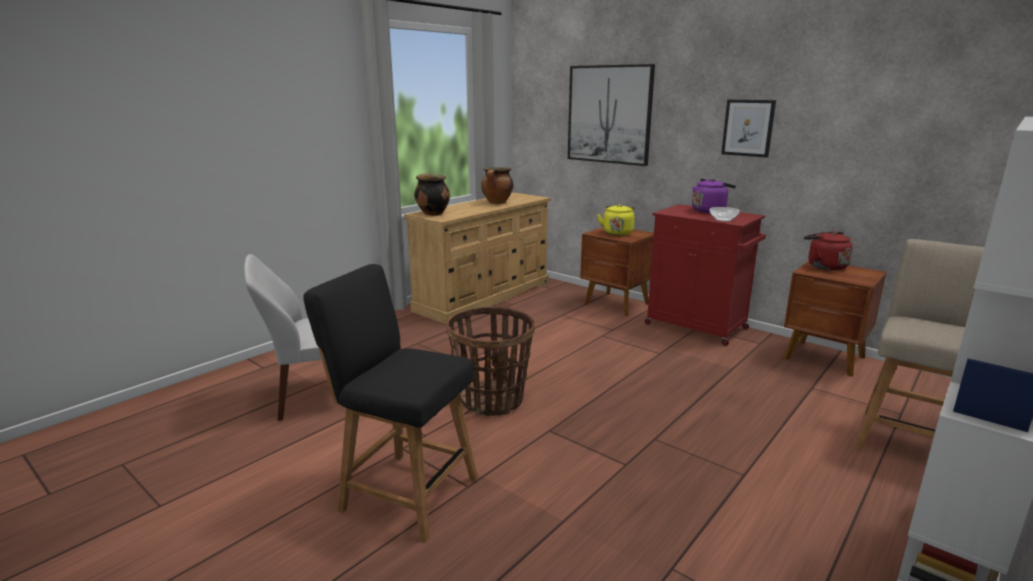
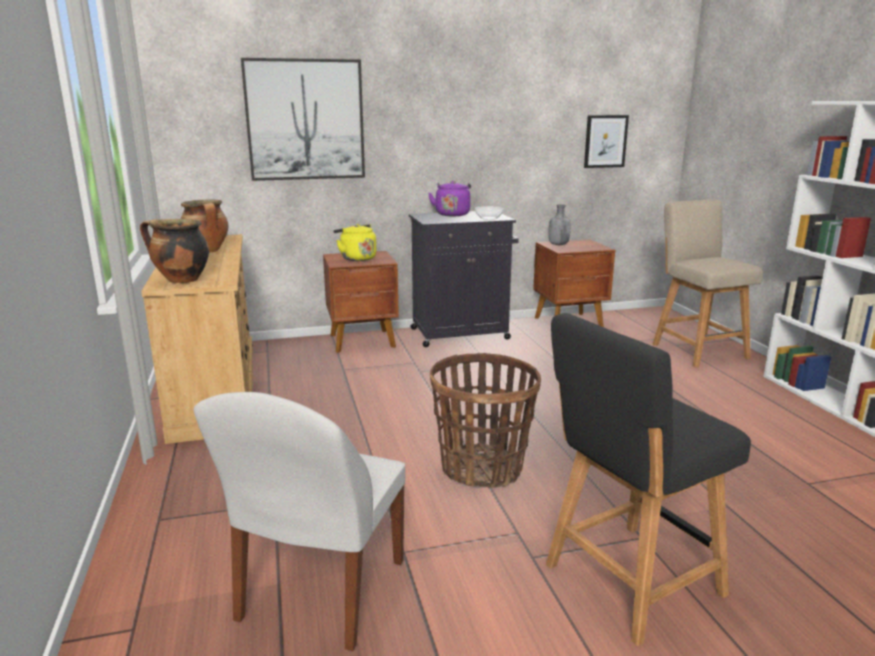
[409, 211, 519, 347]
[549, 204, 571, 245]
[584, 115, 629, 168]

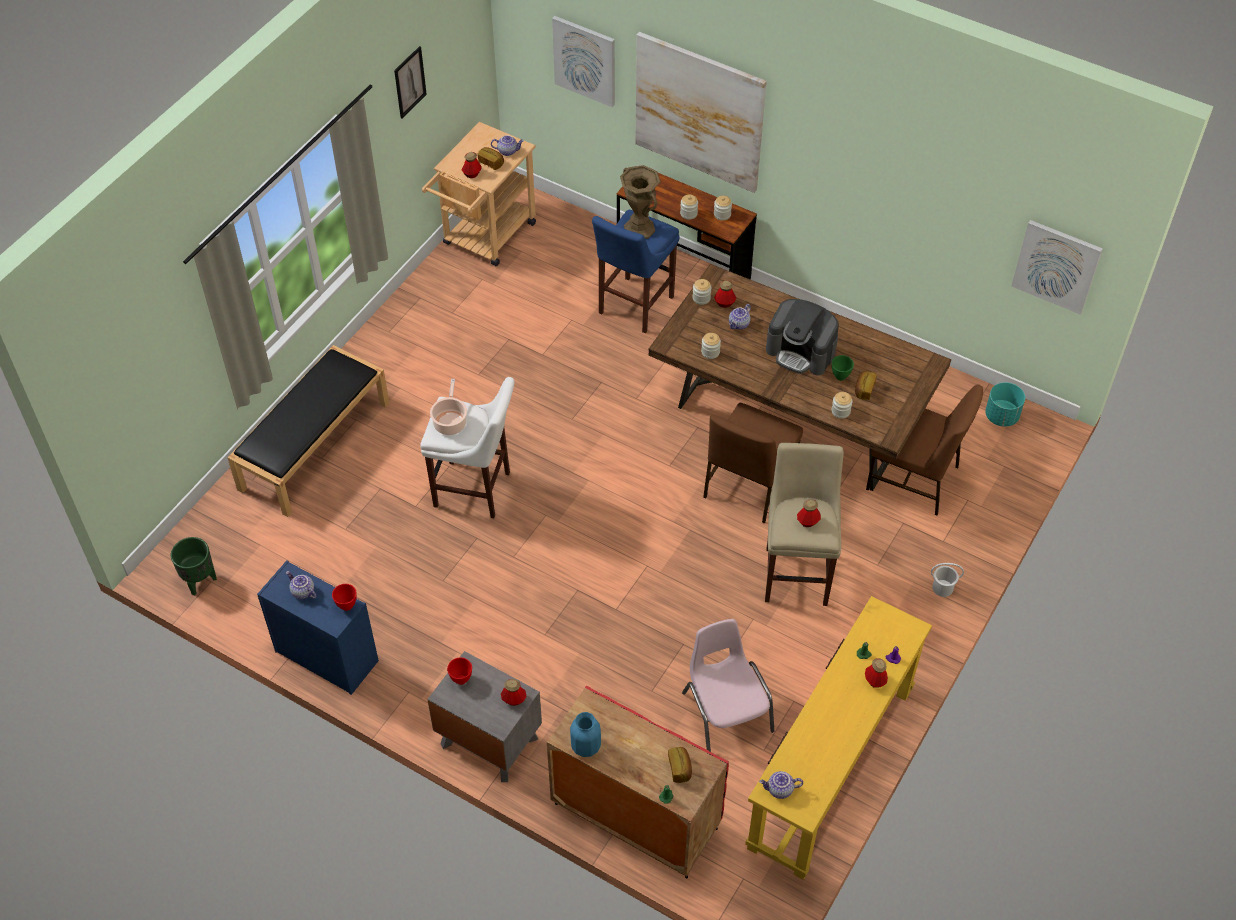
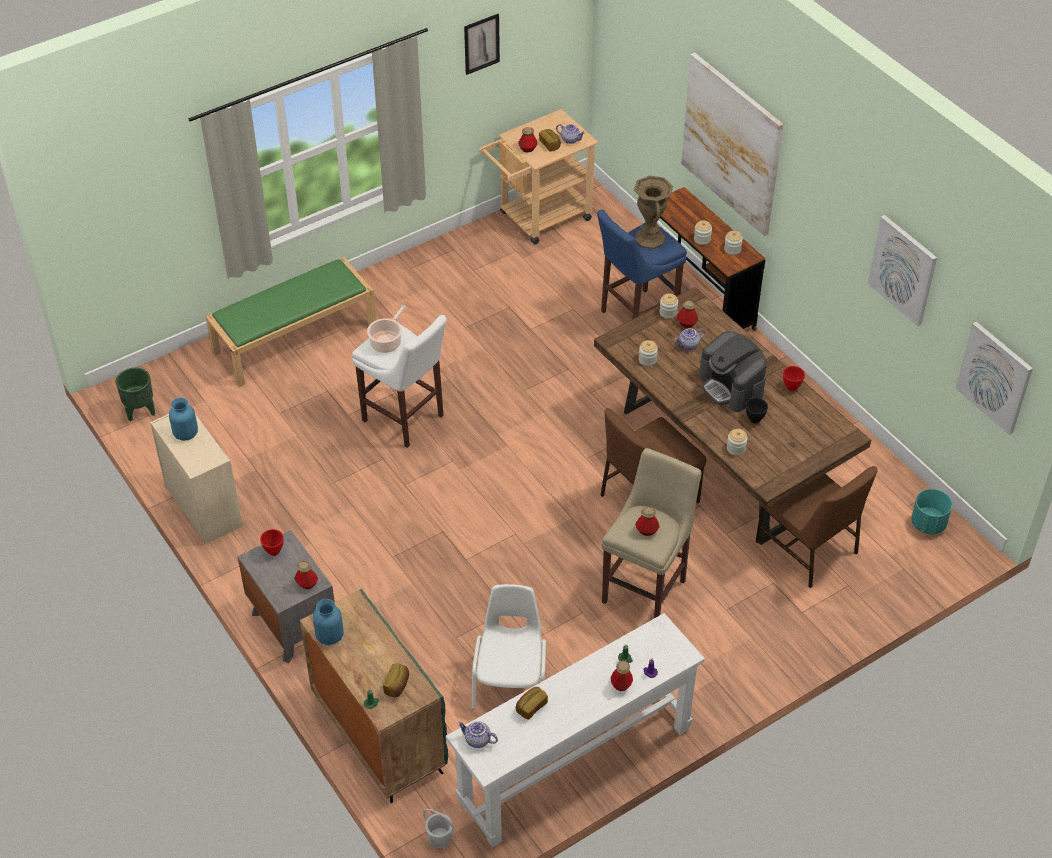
[150, 414, 243, 544]
[169, 398, 198, 441]
[206, 257, 376, 387]
[300, 589, 448, 803]
[423, 809, 454, 848]
[446, 613, 705, 847]
[472, 584, 546, 710]
[516, 687, 548, 720]
[746, 398, 768, 424]
[783, 366, 805, 391]
[868, 215, 937, 326]

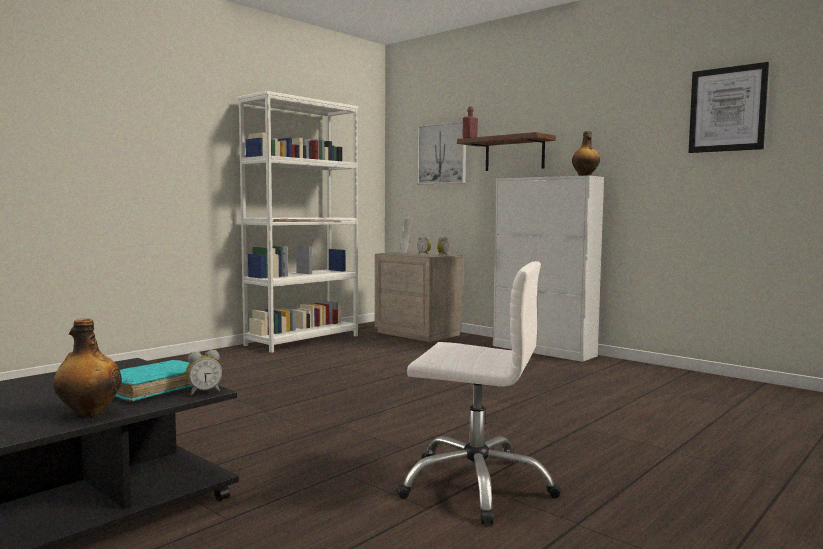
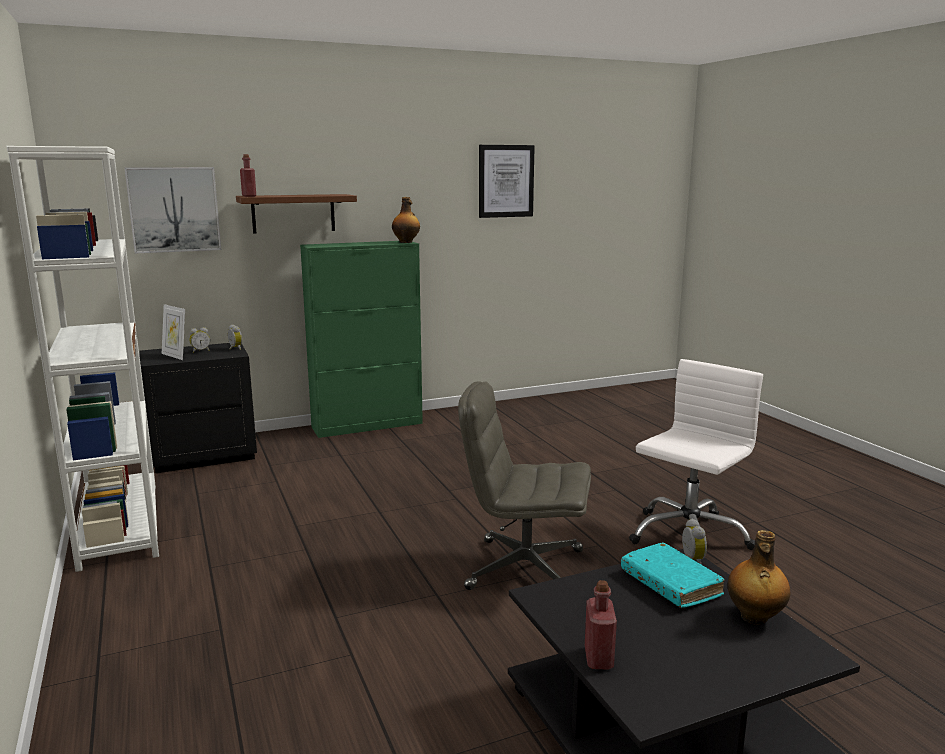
[140, 343, 257, 473]
[300, 241, 423, 438]
[458, 381, 591, 590]
[585, 580, 617, 670]

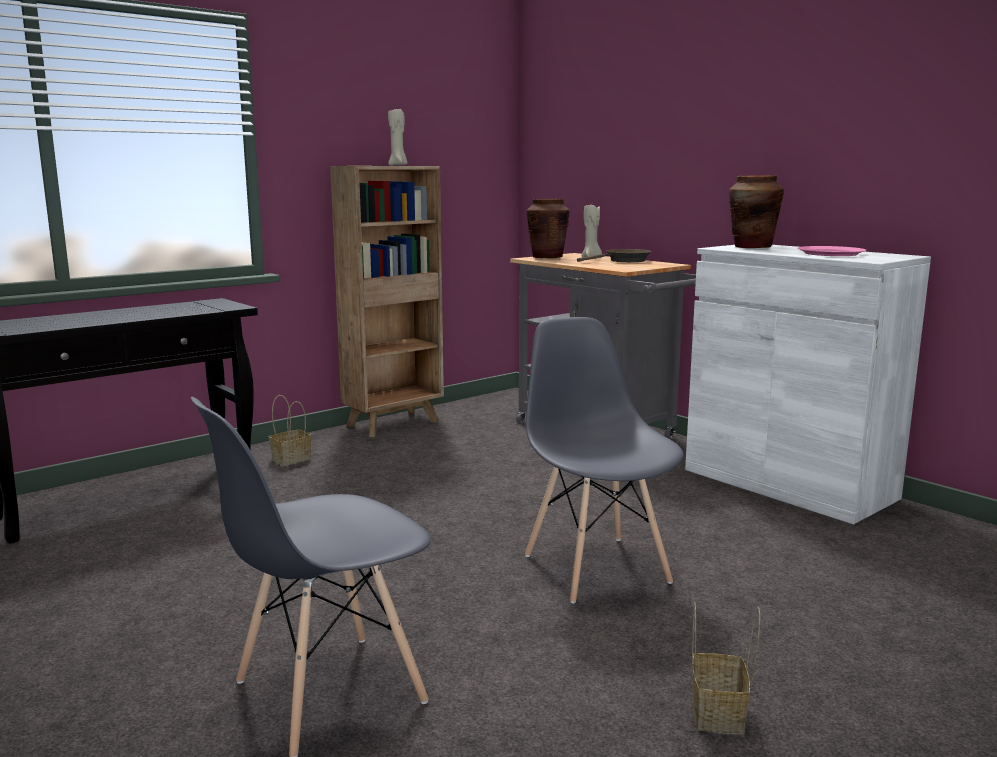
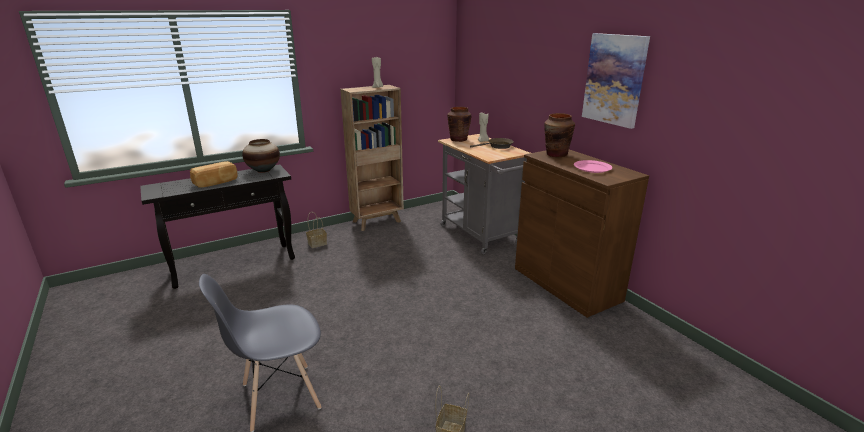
[190, 161, 238, 187]
[242, 139, 280, 173]
[515, 150, 649, 318]
[582, 33, 650, 129]
[525, 317, 684, 603] (first image)

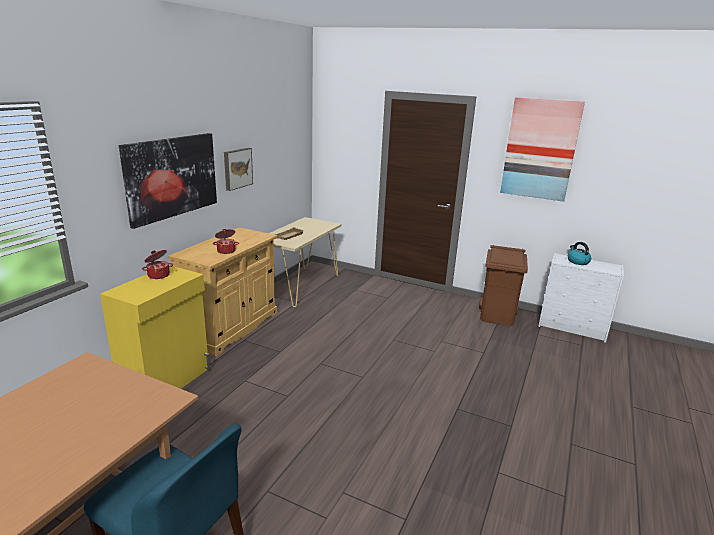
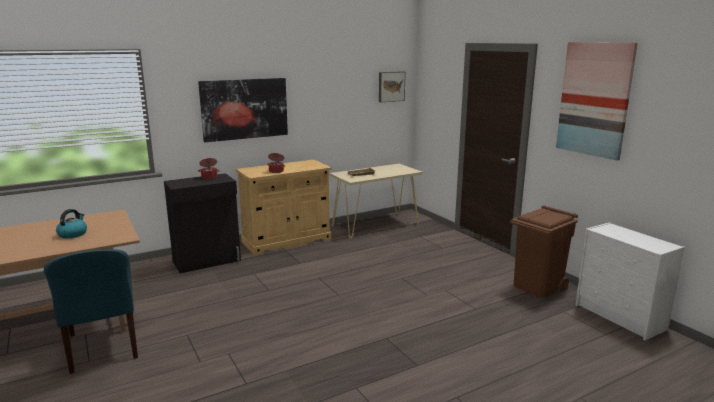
[56, 209, 87, 238]
[164, 173, 241, 273]
[379, 71, 406, 102]

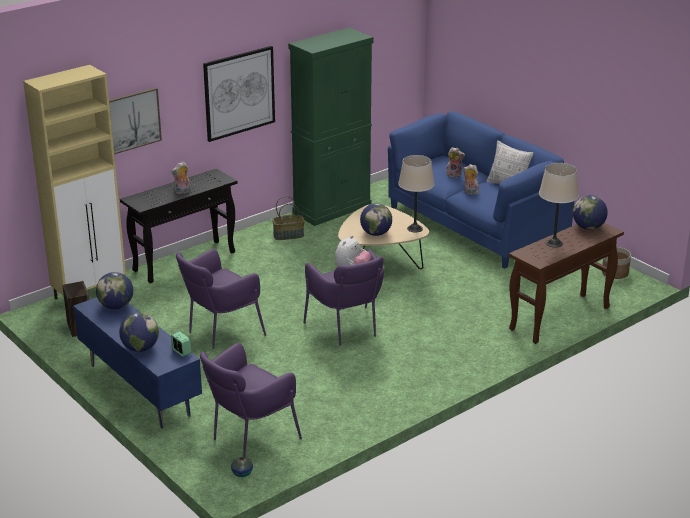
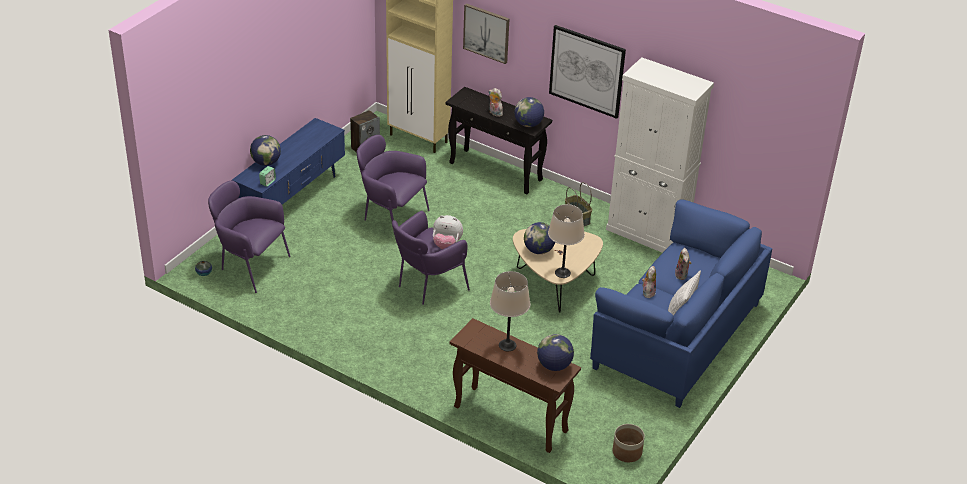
[514, 97, 544, 127]
[606, 57, 714, 253]

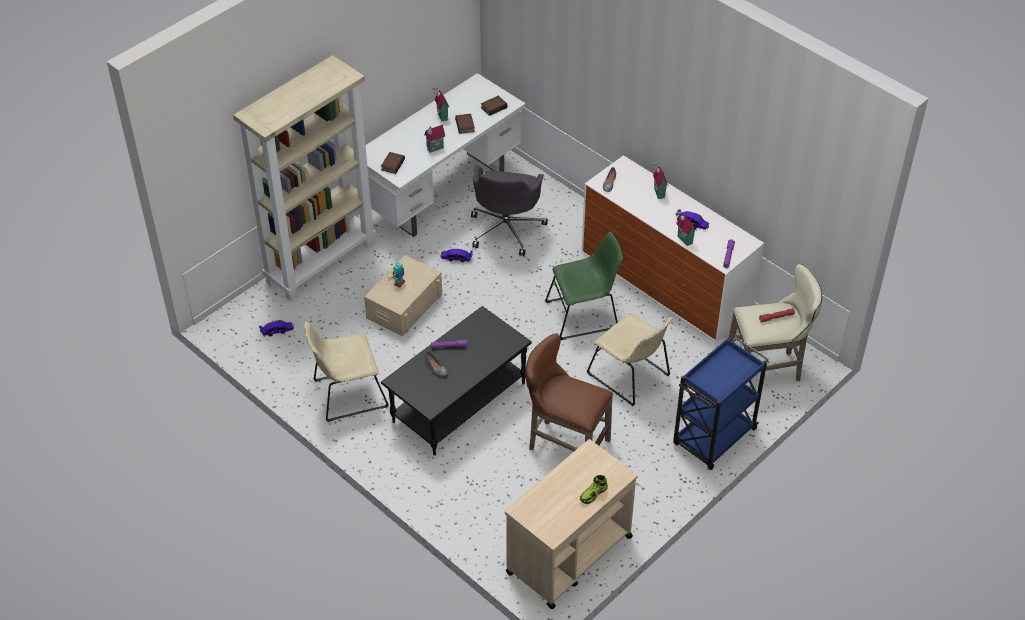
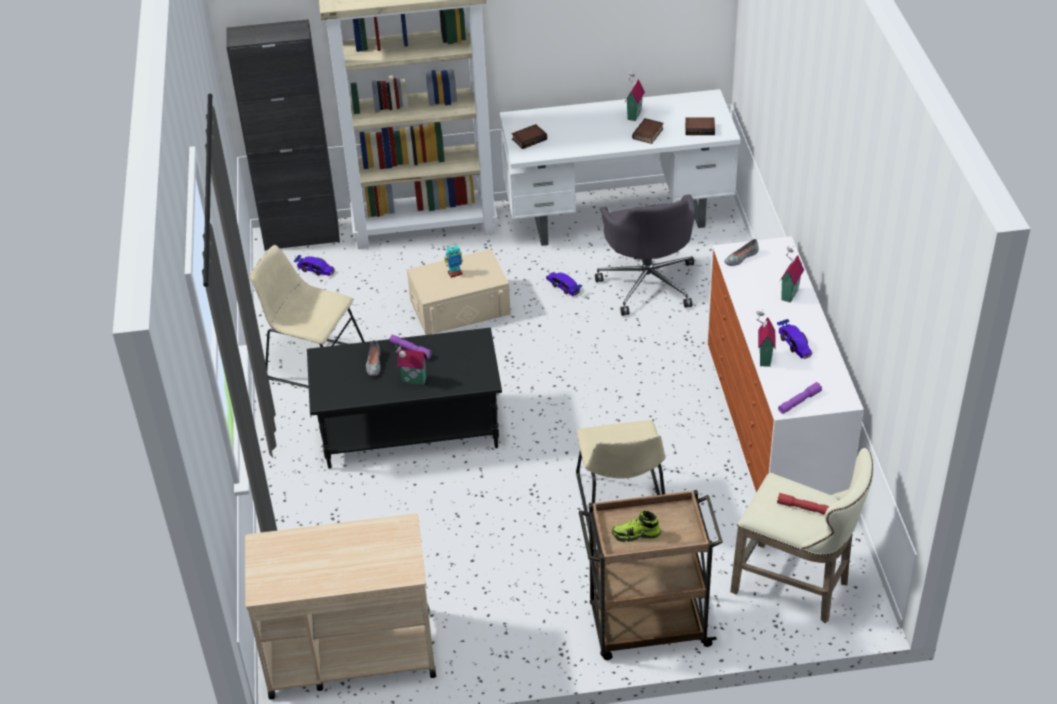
[226, 19, 340, 251]
[396, 346, 427, 385]
[579, 490, 723, 660]
[595, 194, 696, 316]
[611, 510, 661, 542]
[525, 333, 613, 451] (first image)
[545, 232, 623, 340] (first image)

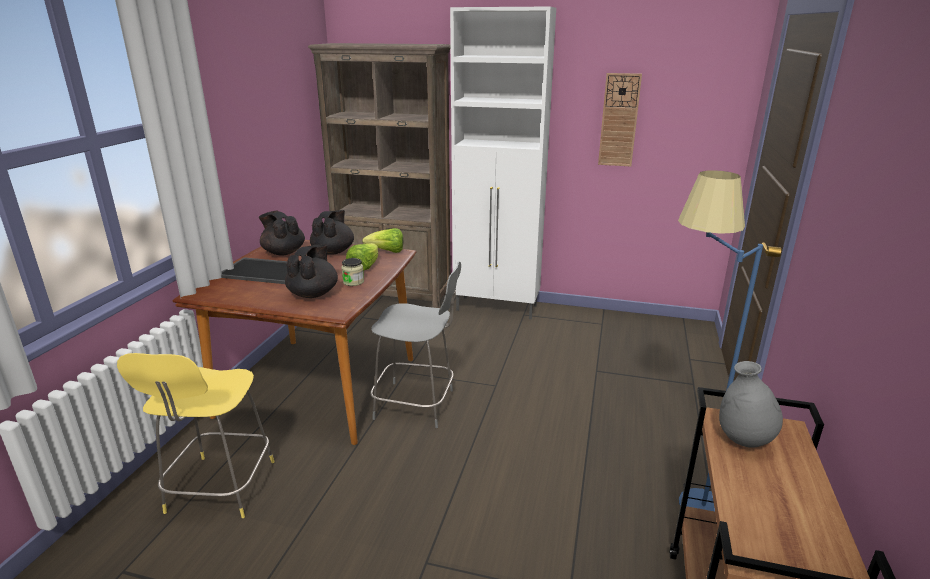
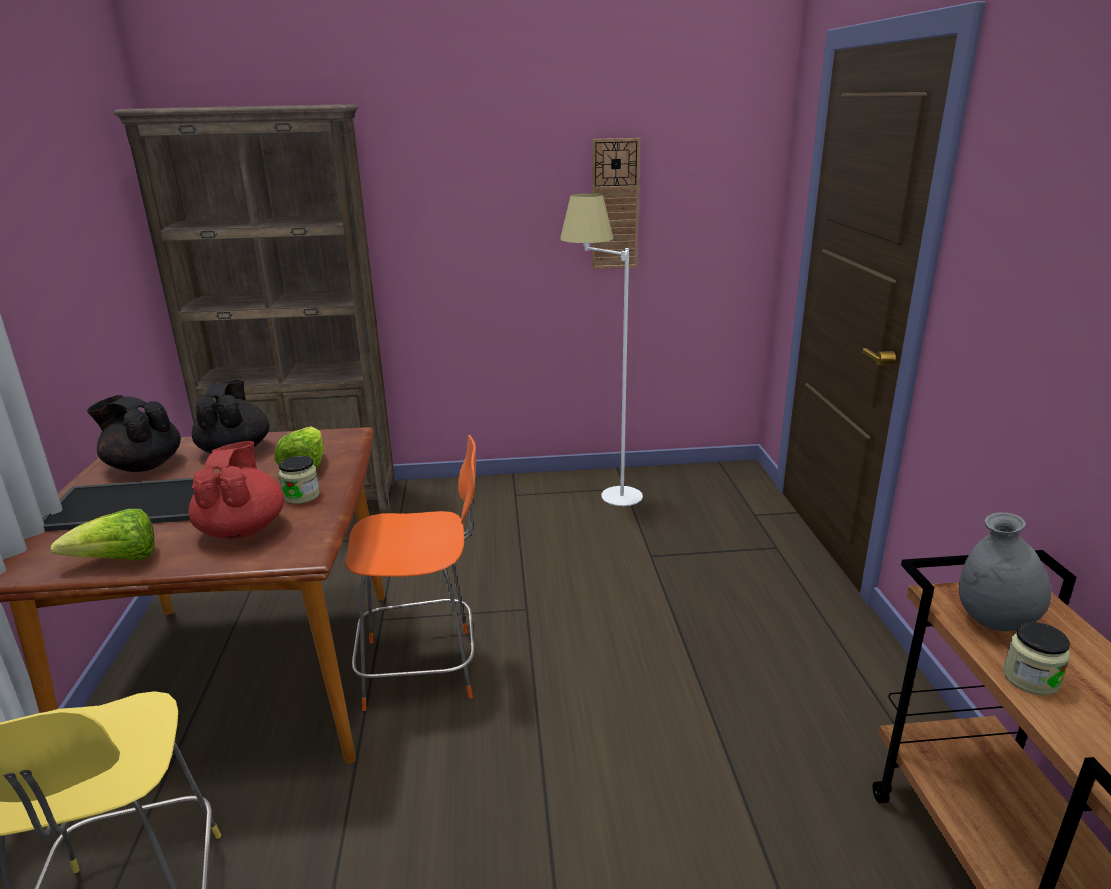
[50, 509, 154, 560]
[189, 441, 284, 539]
[345, 435, 476, 711]
[560, 193, 643, 506]
[1003, 622, 1070, 695]
[450, 7, 556, 319] (first image)
[678, 170, 763, 511] (first image)

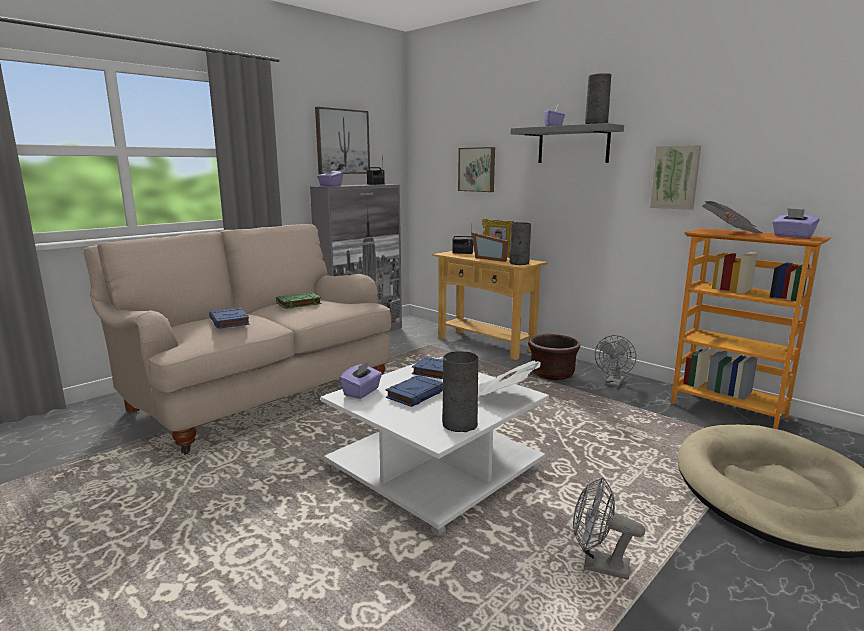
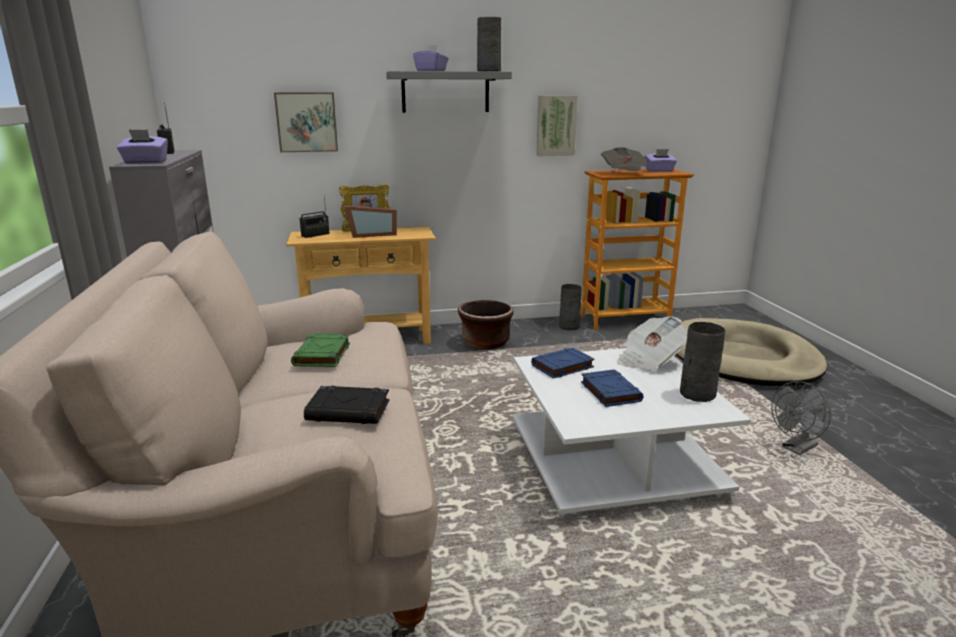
[304, 386, 389, 424]
[559, 284, 582, 330]
[315, 107, 370, 174] (first image)
[340, 361, 382, 399] (first image)
[595, 335, 636, 387] (first image)

